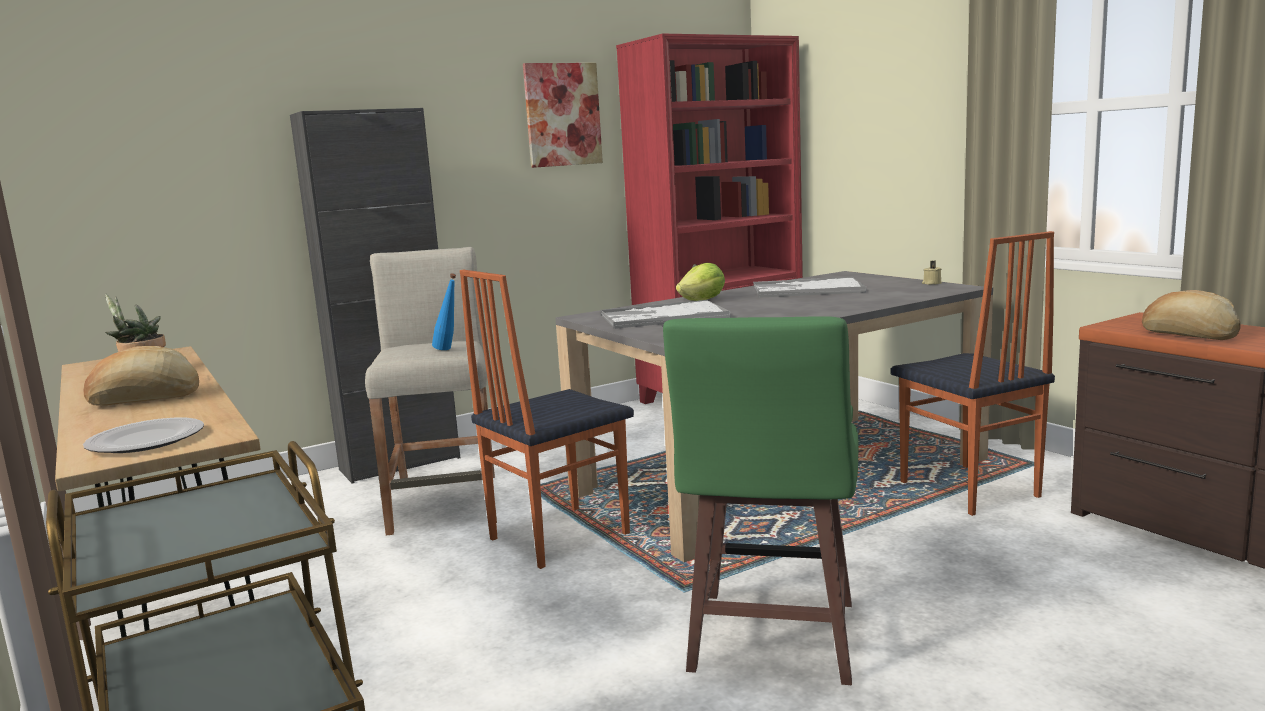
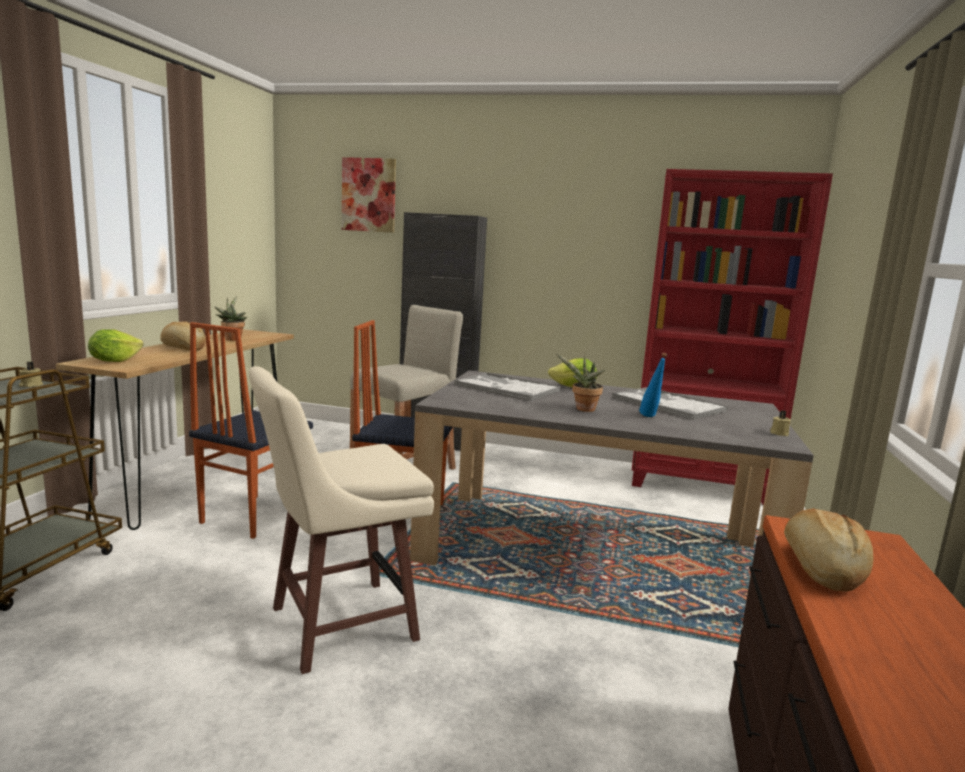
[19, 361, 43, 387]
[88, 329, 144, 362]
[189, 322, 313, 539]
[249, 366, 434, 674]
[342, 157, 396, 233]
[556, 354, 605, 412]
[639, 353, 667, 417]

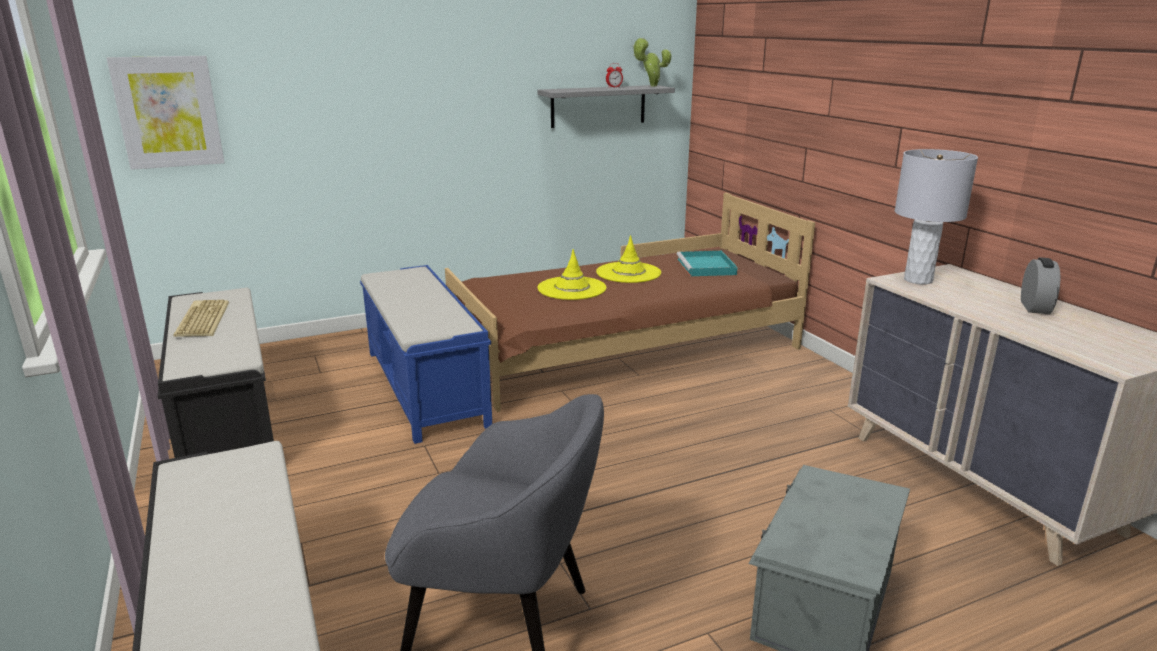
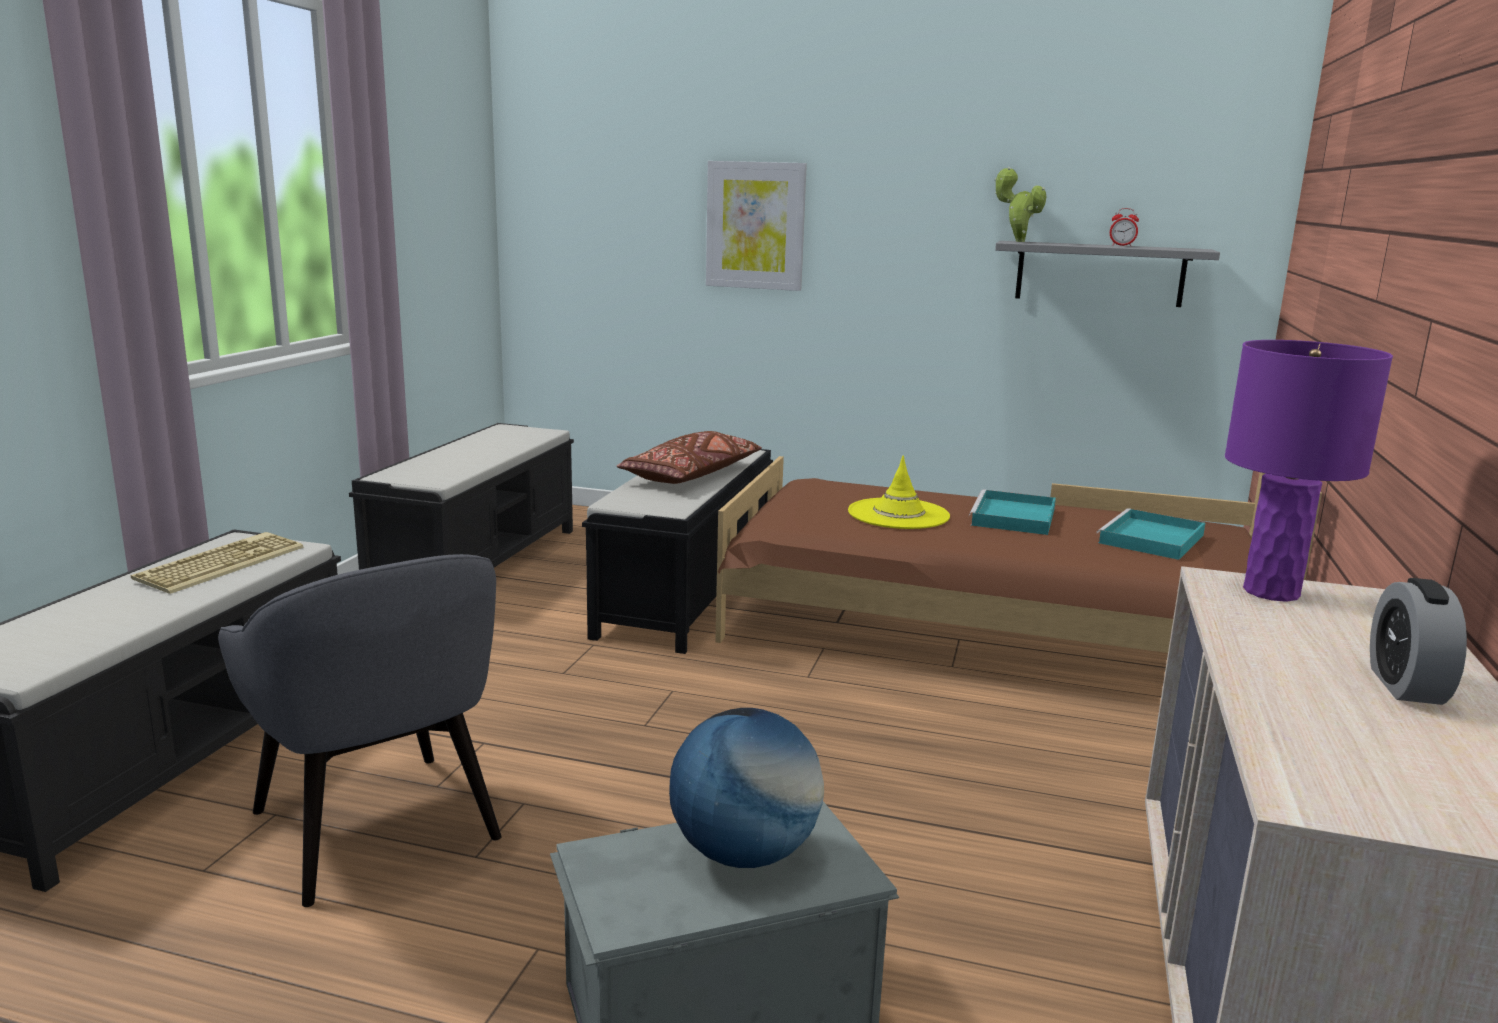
[131, 532, 304, 594]
[582, 449, 773, 654]
[617, 431, 762, 484]
[669, 708, 824, 868]
[706, 161, 807, 291]
[969, 489, 1056, 535]
[995, 167, 1046, 242]
[1225, 340, 1393, 602]
[1370, 578, 1467, 705]

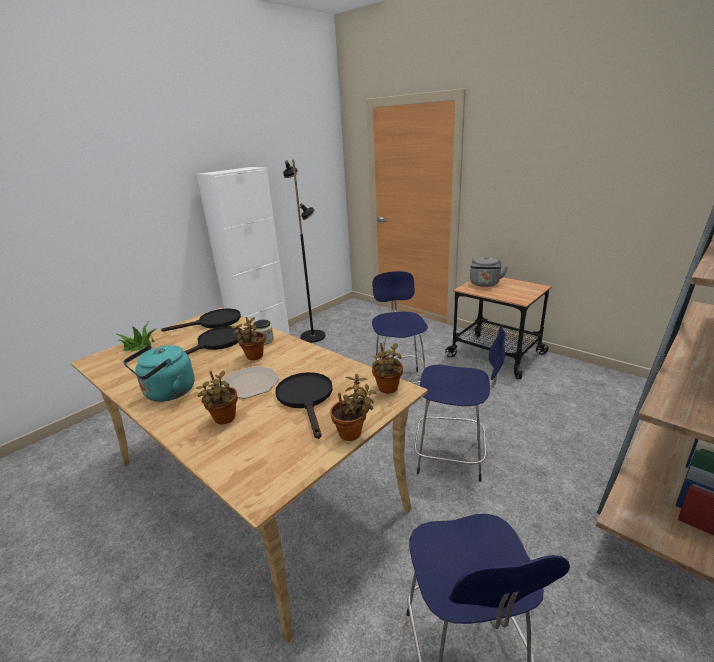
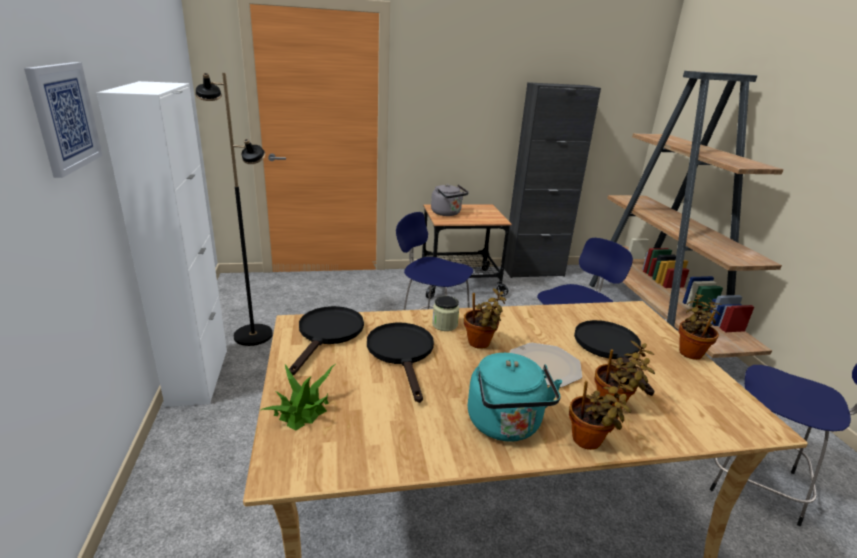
[24, 62, 103, 178]
[504, 82, 601, 278]
[569, 373, 634, 450]
[574, 320, 655, 396]

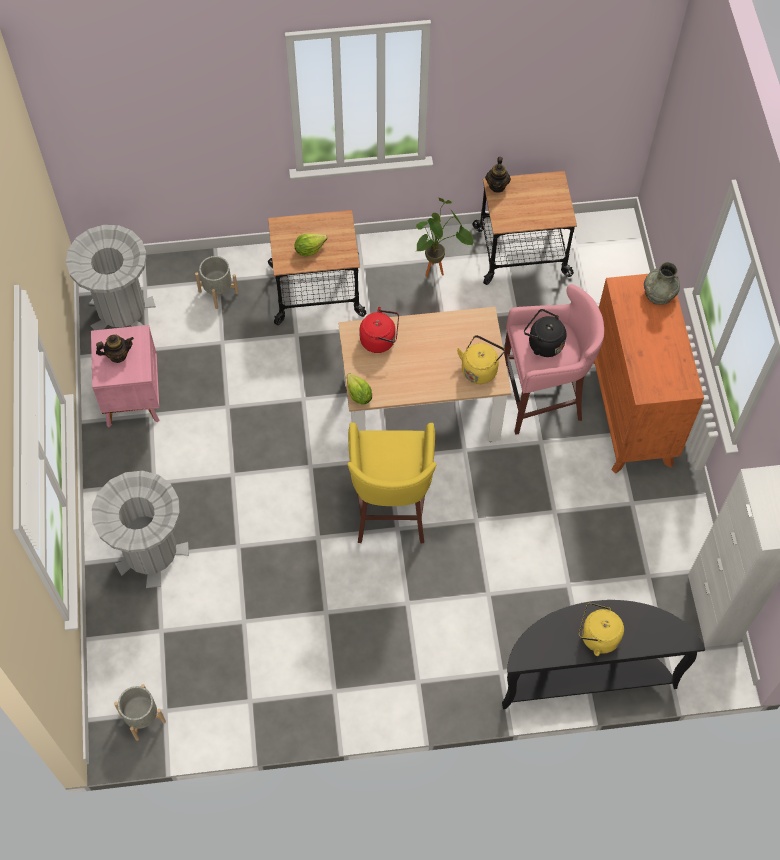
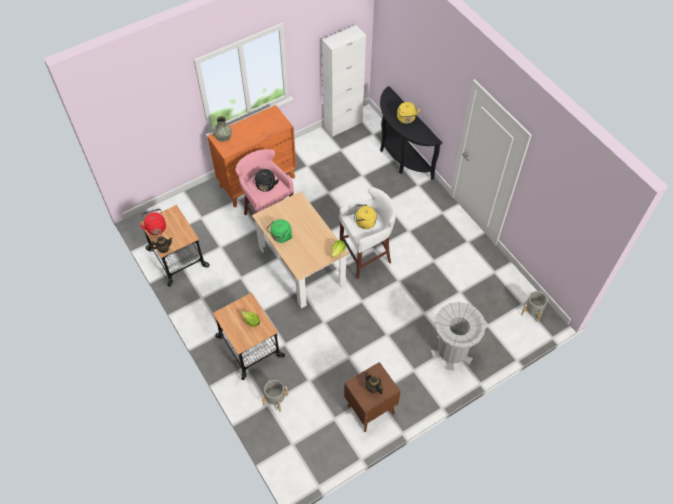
[140, 209, 166, 235]
[266, 219, 293, 243]
[339, 187, 396, 279]
[344, 362, 401, 432]
[354, 204, 377, 229]
[66, 225, 156, 330] (first image)
[416, 198, 473, 277] (first image)

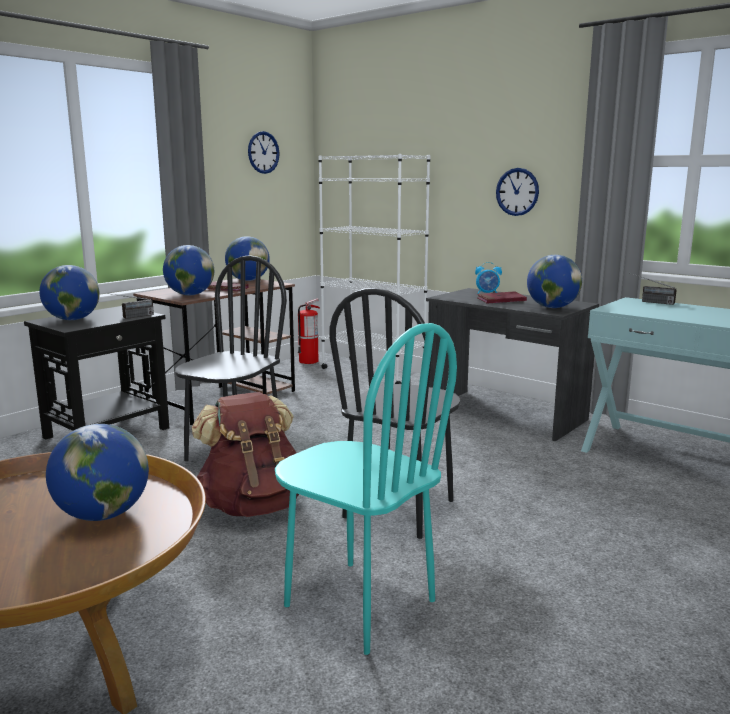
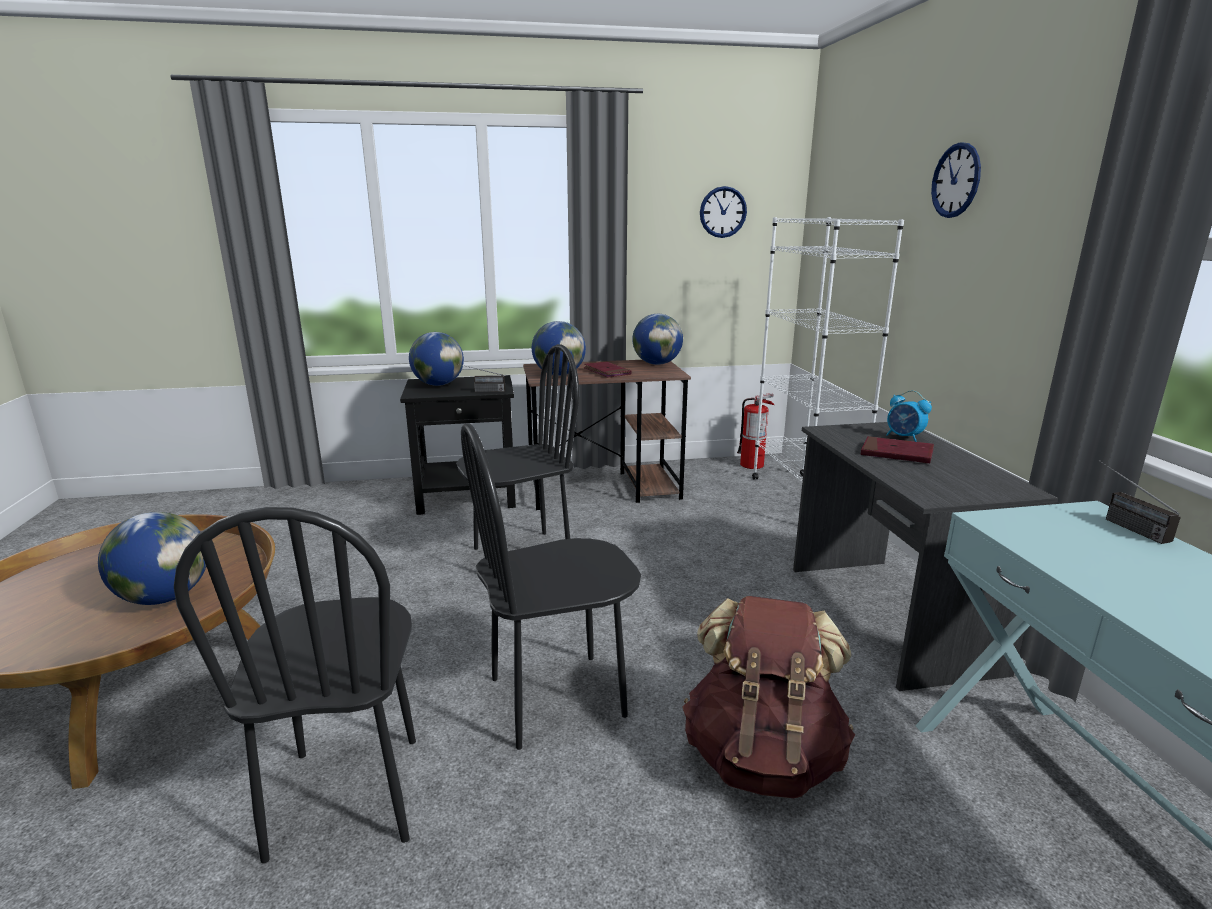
[174, 507, 416, 863]
[682, 596, 855, 798]
[931, 142, 981, 218]
[527, 255, 582, 308] (first image)

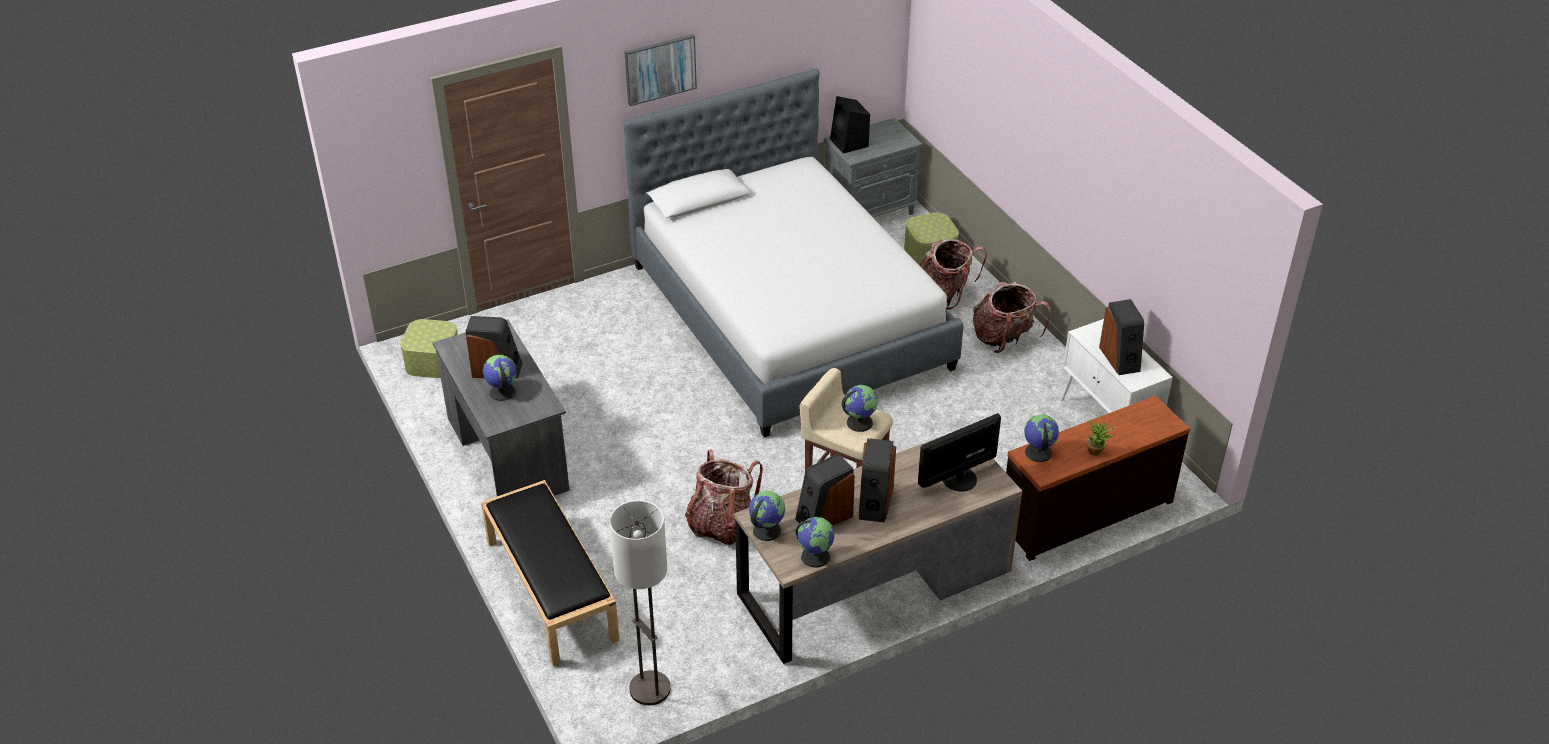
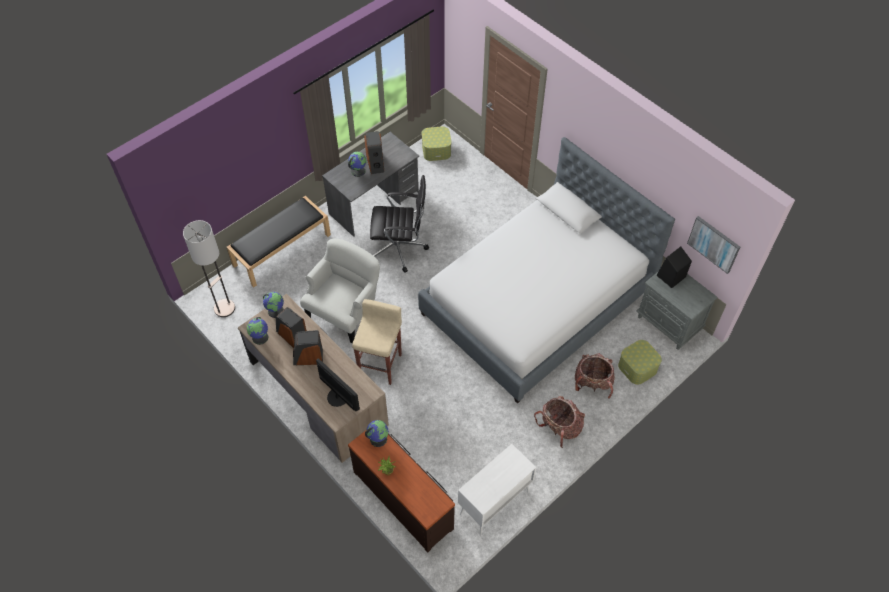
[300, 238, 380, 344]
[370, 175, 429, 273]
[687, 216, 740, 274]
[842, 385, 877, 432] (first image)
[1099, 299, 1144, 375] (first image)

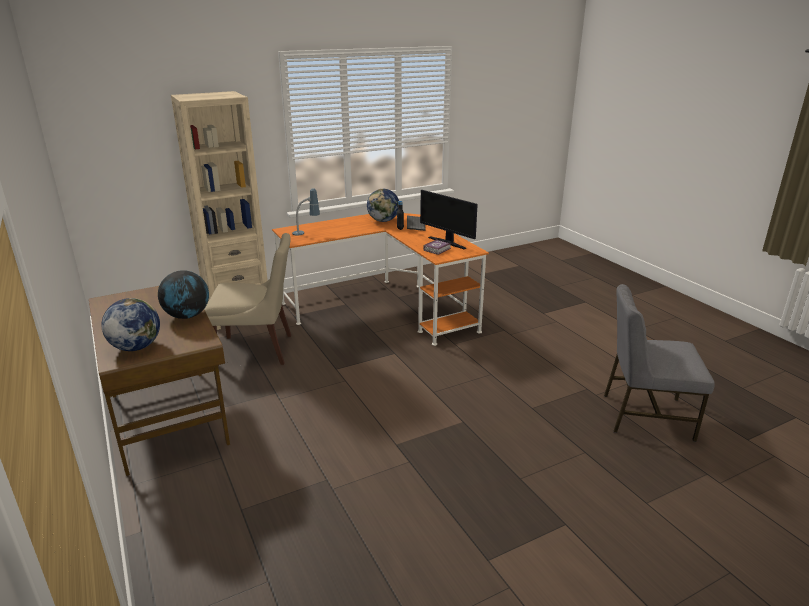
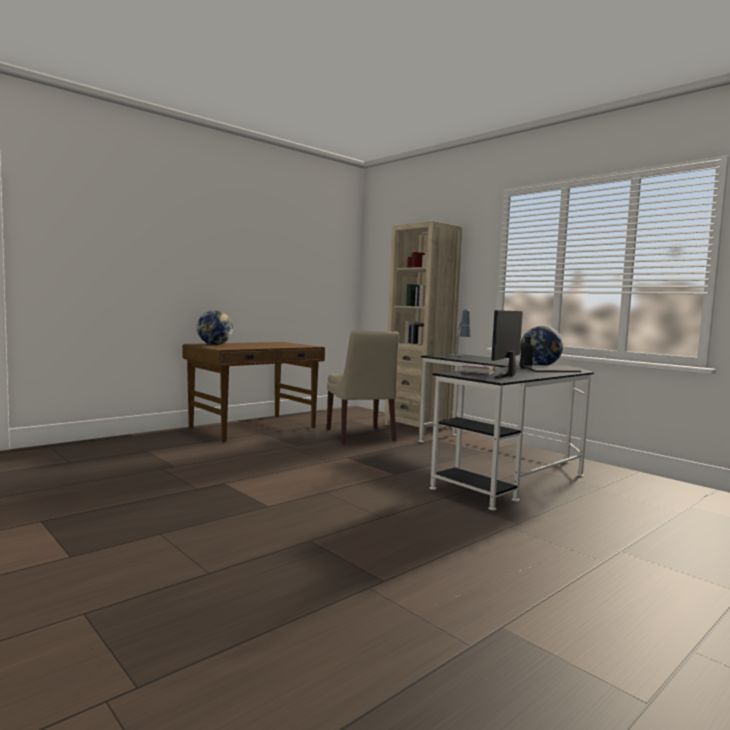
[419, 354, 594, 510]
[158, 270, 209, 319] (first image)
[604, 284, 715, 442] (first image)

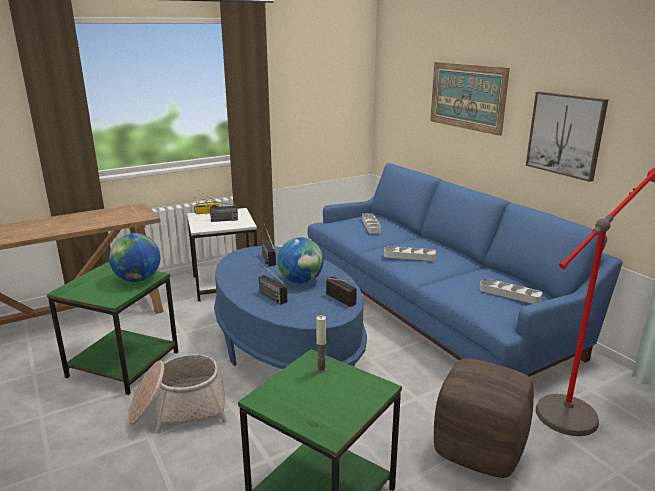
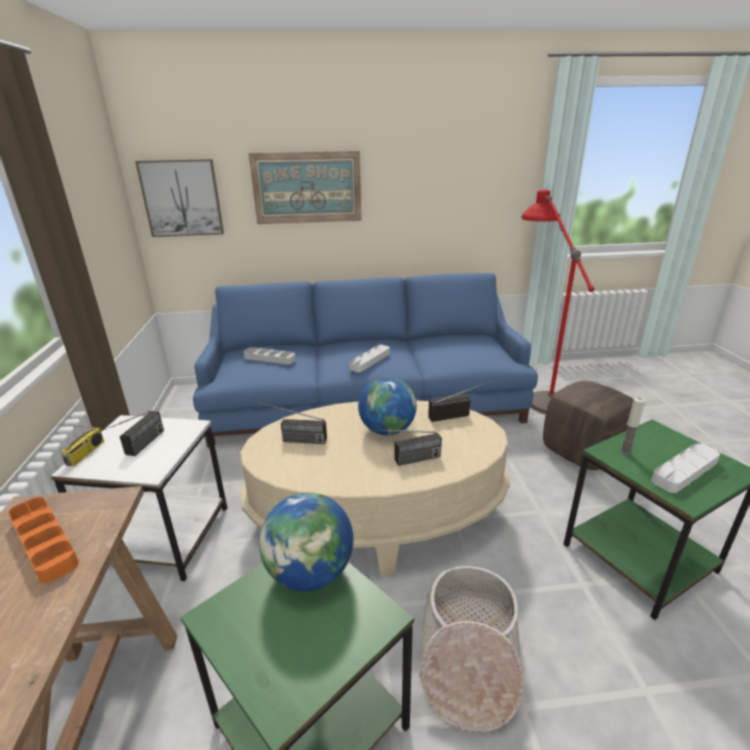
[8, 497, 79, 583]
[135, 159, 224, 237]
[240, 400, 510, 576]
[652, 443, 720, 493]

